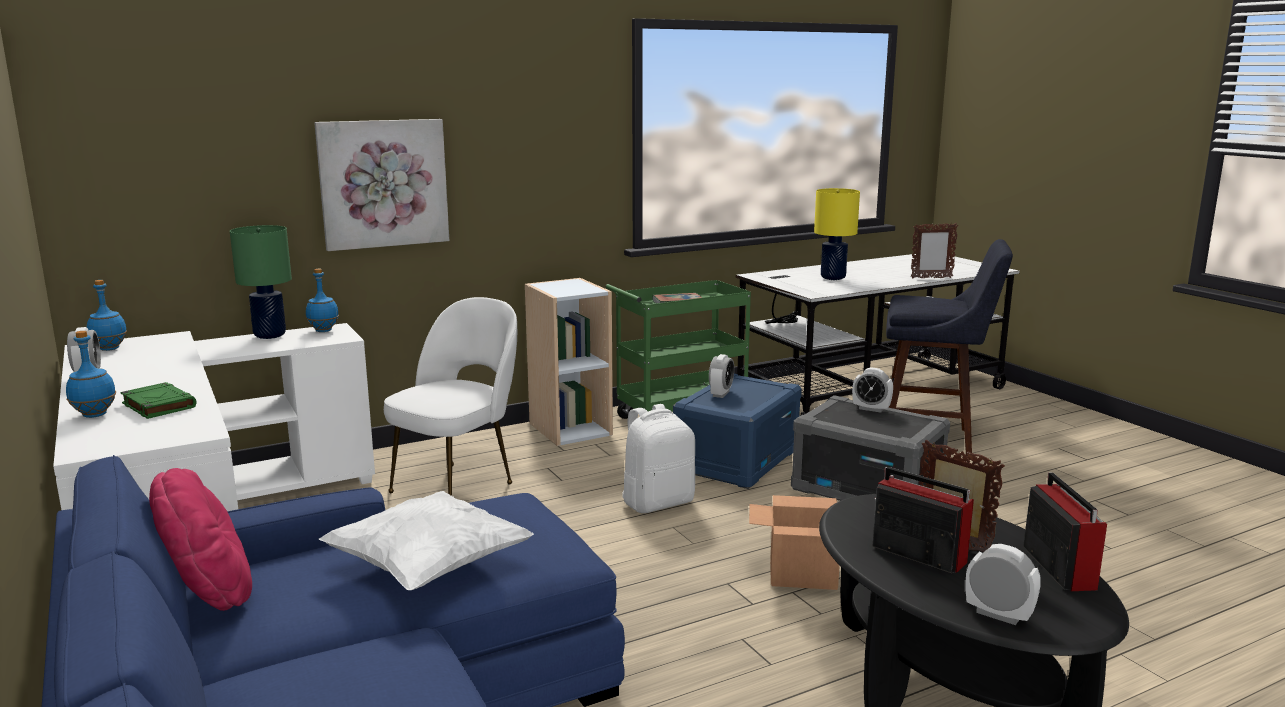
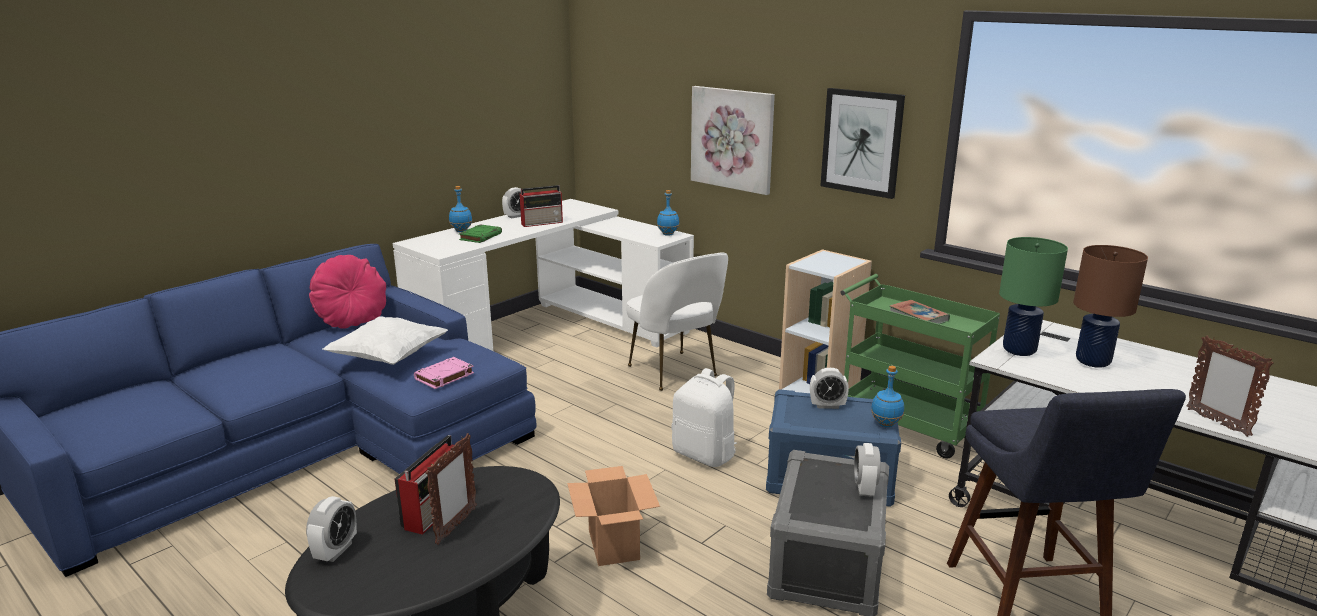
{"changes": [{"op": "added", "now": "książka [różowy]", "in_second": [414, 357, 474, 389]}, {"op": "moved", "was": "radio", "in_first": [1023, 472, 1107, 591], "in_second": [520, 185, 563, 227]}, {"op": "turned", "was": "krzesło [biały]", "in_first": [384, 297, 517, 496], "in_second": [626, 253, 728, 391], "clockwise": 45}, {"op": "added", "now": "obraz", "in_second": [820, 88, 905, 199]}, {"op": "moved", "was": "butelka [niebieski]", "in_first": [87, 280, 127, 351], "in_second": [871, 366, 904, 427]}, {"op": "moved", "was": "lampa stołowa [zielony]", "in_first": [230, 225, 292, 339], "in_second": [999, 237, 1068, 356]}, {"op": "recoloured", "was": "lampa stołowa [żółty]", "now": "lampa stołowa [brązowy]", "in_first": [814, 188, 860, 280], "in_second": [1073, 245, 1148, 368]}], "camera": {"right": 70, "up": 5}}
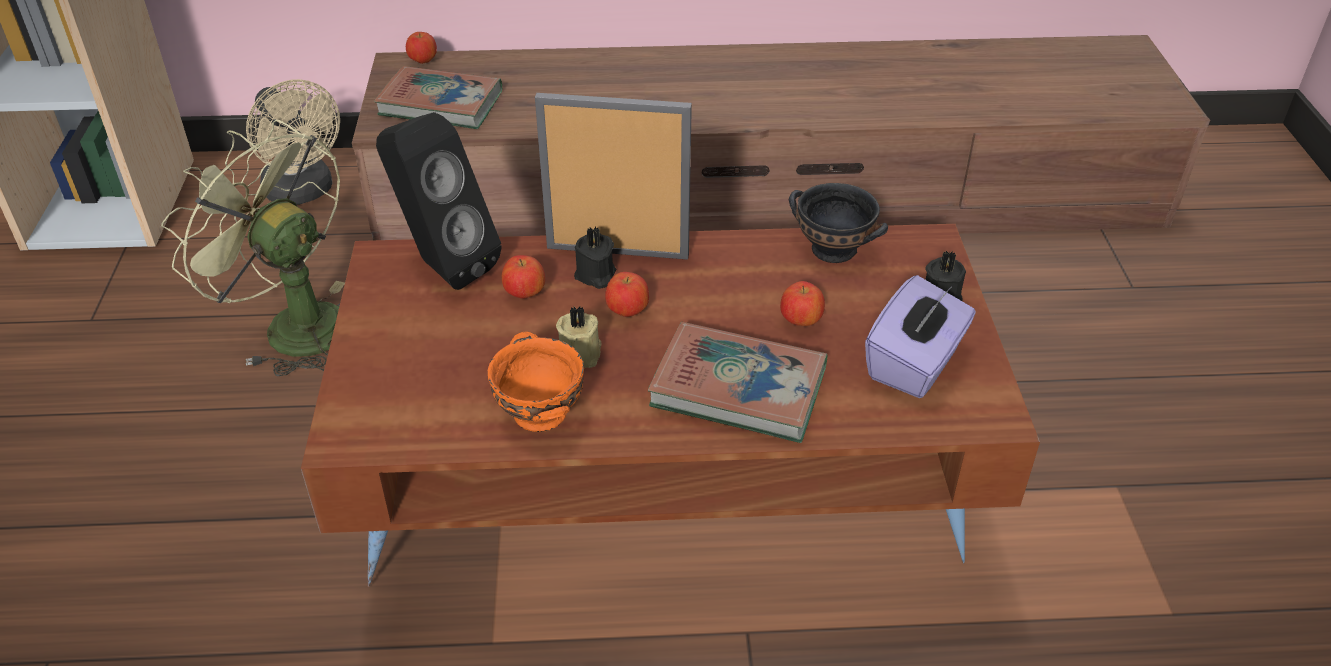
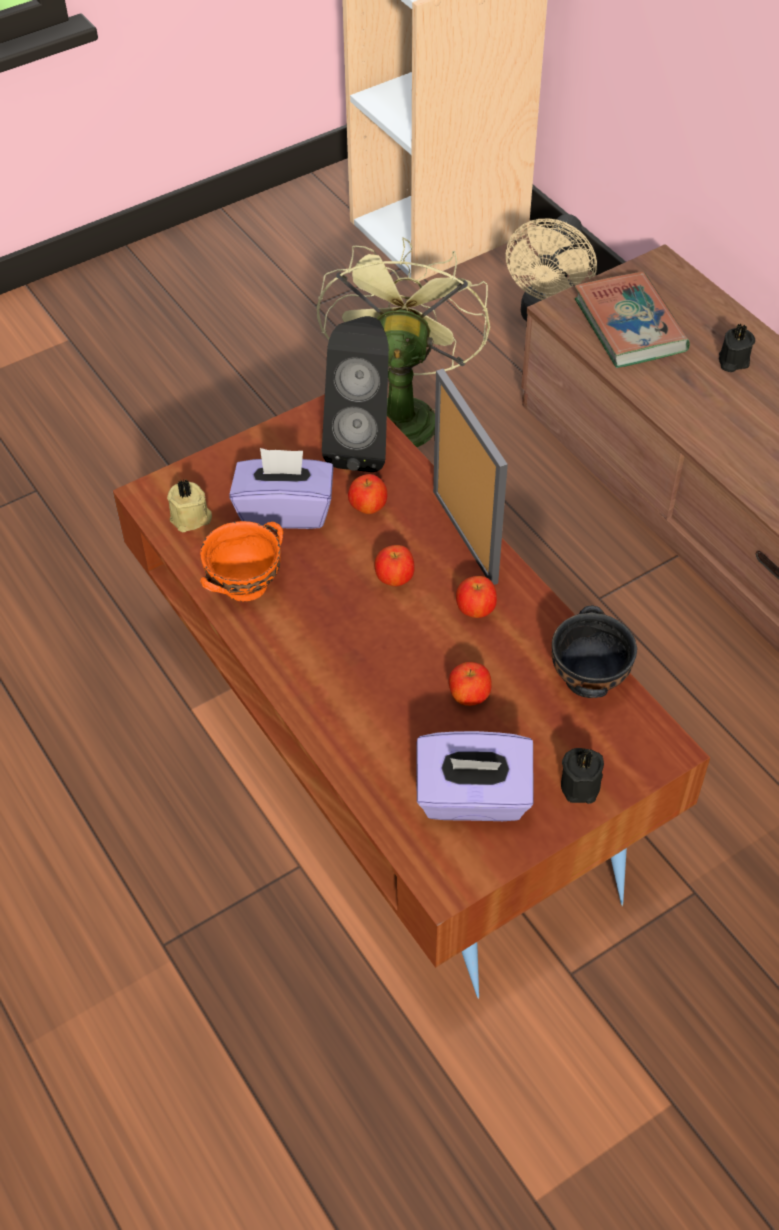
{"changes": [{"op": "moved", "was": "świeca [beżowy]", "in_first": [556, 306, 602, 368], "in_second": [167, 479, 212, 532]}, {"op": "added", "now": "pudełko chusteczek [fioletowy]", "in_second": [229, 448, 333, 529]}, {"op": "moved", "was": "jabłko", "in_first": [406, 32, 437, 64], "in_second": [456, 576, 497, 618]}, {"op": "moved", "was": "świeca [czarny]", "in_first": [574, 227, 616, 289], "in_second": [719, 323, 755, 372]}, {"op": "removed", "was": "książka", "in_first": [648, 322, 828, 443]}], "camera": {"right": 60, "up": 10}}
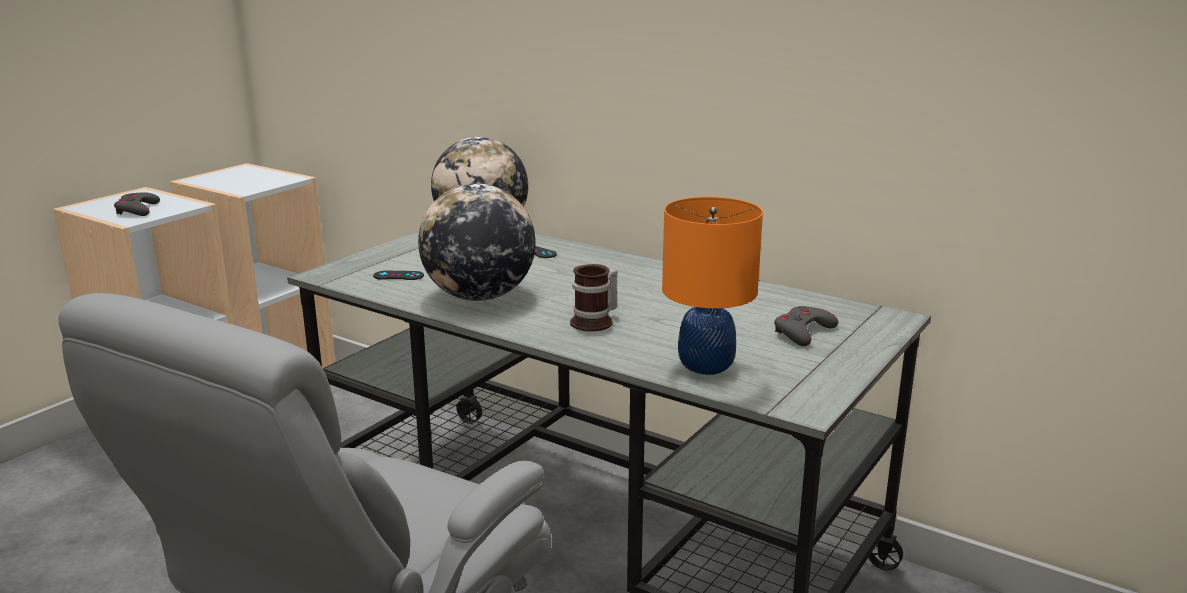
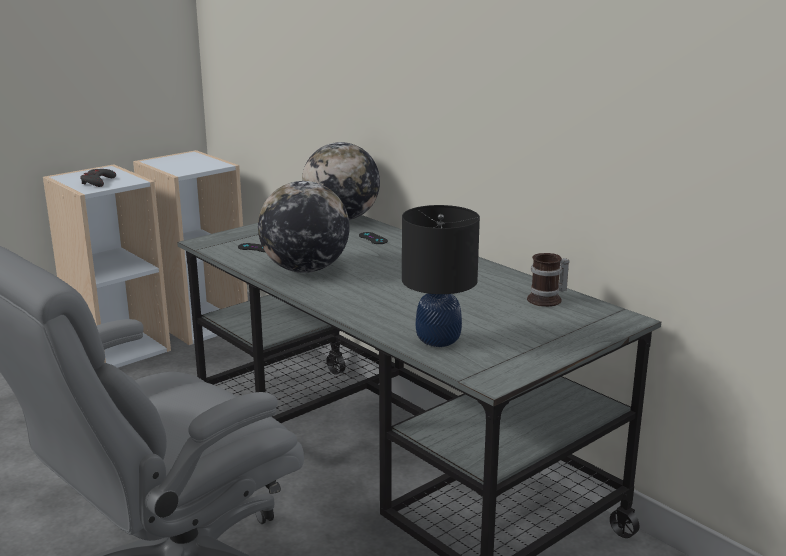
{"changes": [{"op": "recoloured", "was": "lampa stołowa [pomarańczowy]", "now": "lampa stołowa [czarny]", "in_first": [662, 197, 763, 375], "in_second": [402, 205, 480, 347]}, {"op": "moved", "was": "kubek", "in_first": [570, 264, 618, 332], "in_second": [527, 253, 570, 307]}, {"op": "removed", "was": "pad do gier [szary]", "in_first": [774, 306, 838, 346]}], "camera": {"right": 15, "up": 0}}
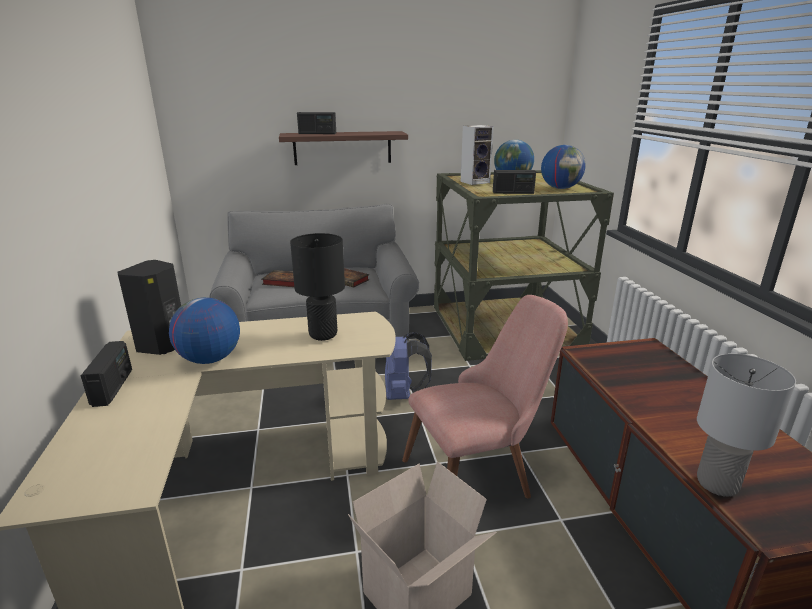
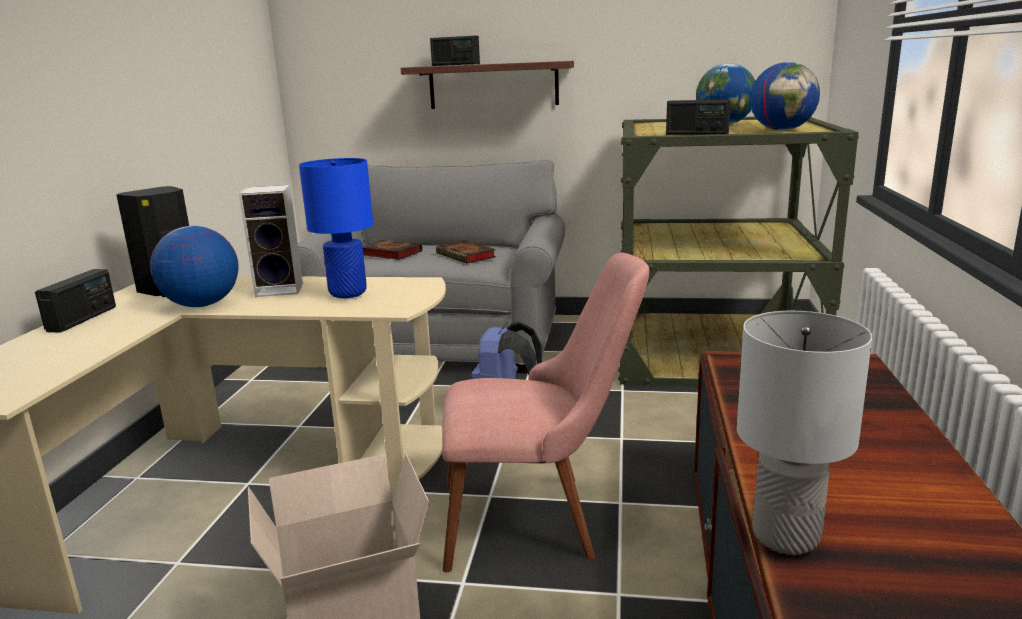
{"changes": [{"op": "moved", "was": "głośnik", "in_first": [461, 125, 494, 185], "in_second": [239, 185, 303, 297]}, {"op": "recoloured", "was": "lampa stołowa [czarny]", "now": "lampa stołowa [niebieski]", "in_first": [290, 233, 345, 341], "in_second": [299, 158, 373, 298]}], "camera": {"right": 20, "up": -5}}
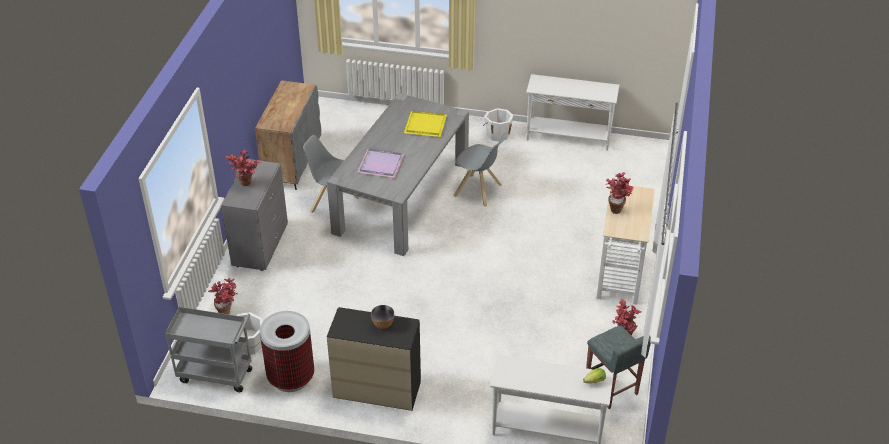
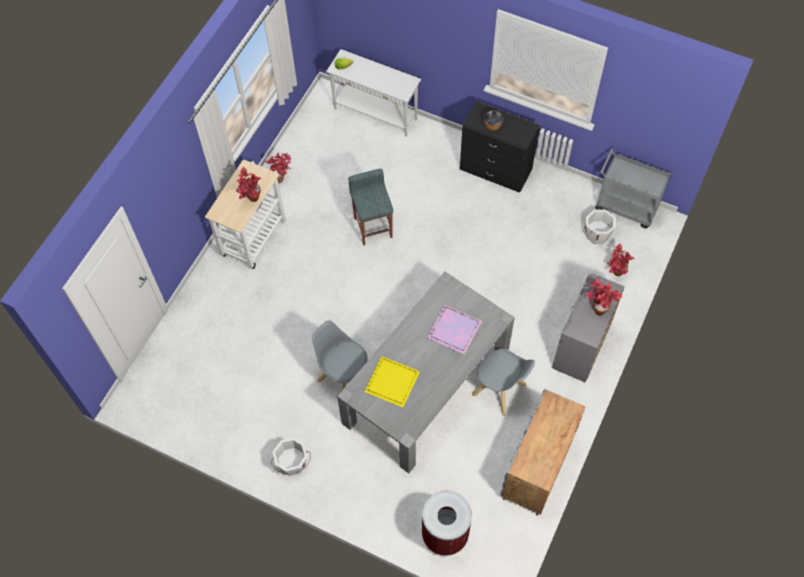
{"changes": [{"op": "moved", "was": "stołek [szary]", "in_first": [586, 326, 651, 409], "in_second": [348, 169, 393, 245]}, {"op": "moved", "was": "kosz na śmieci", "in_first": [260, 311, 314, 392], "in_second": [422, 491, 472, 556]}, {"op": "removed", "was": "stolik konsolowy [biały]", "in_first": [526, 74, 619, 151]}], "camera": {"right": -165, "up": 20}}
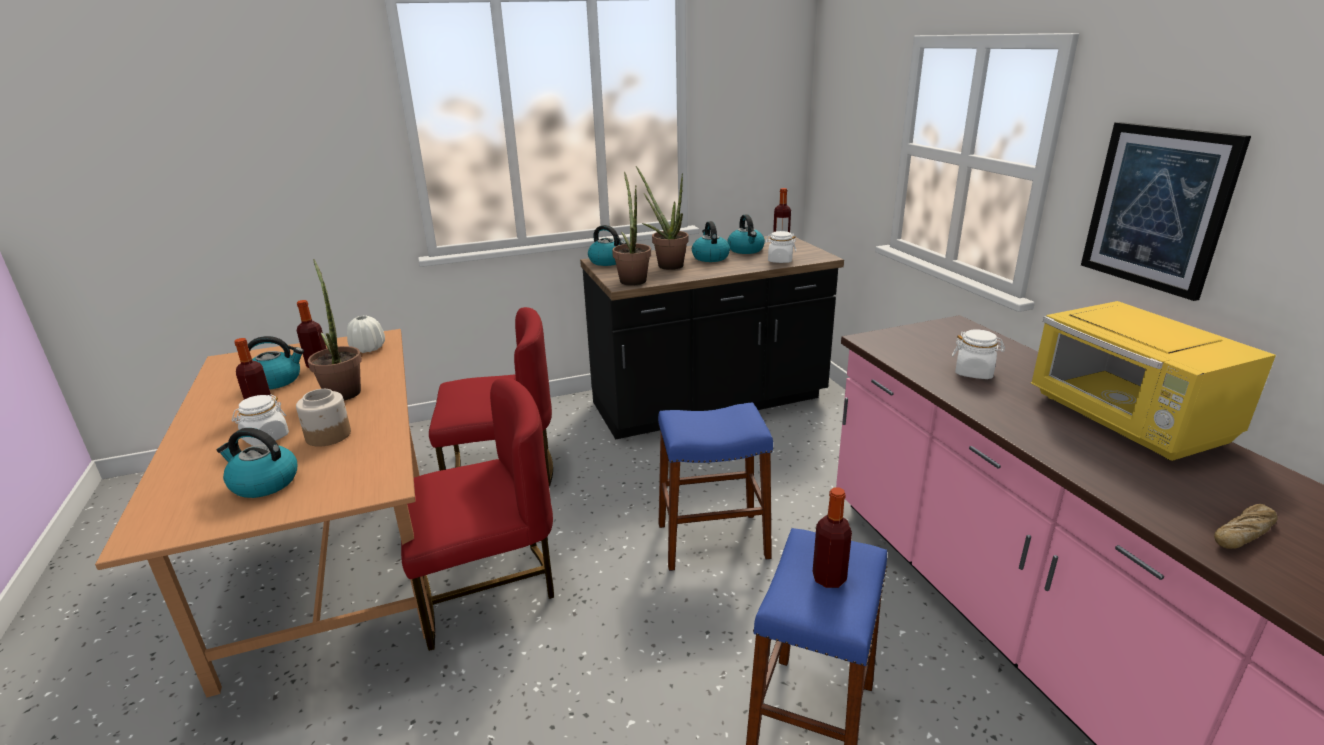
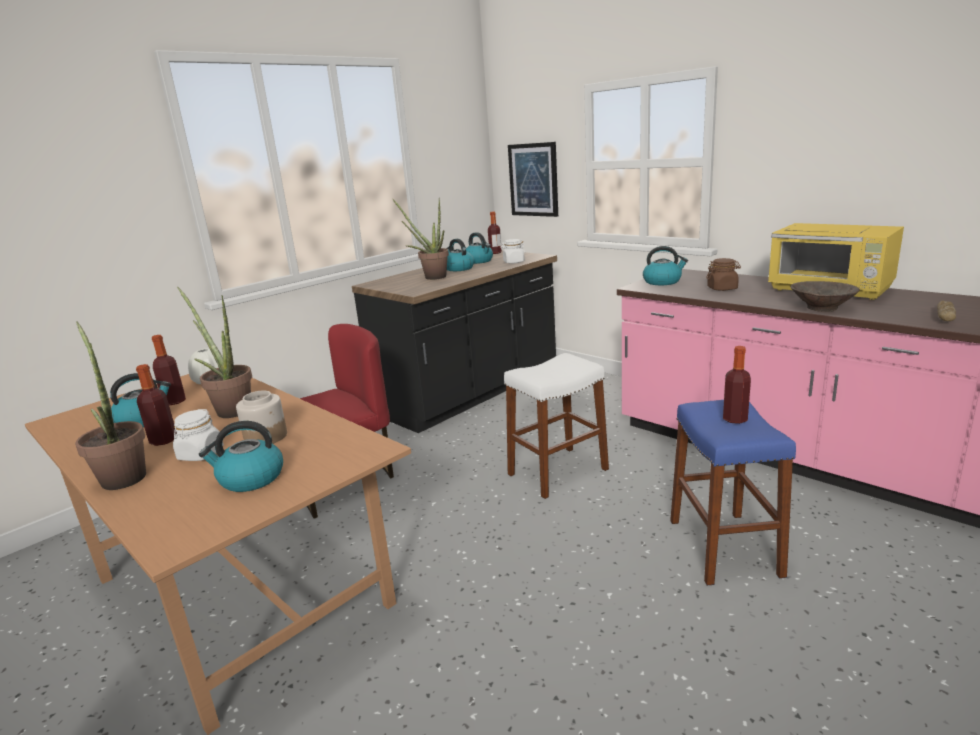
{"changes": [{"op": "moved", "was": "roślina doniczkowa", "in_first": [612, 172, 651, 286], "in_second": [75, 321, 146, 490]}, {"op": "recoloured", "was": "stołek [niebieski]", "now": "stołek [biały]", "in_first": [658, 403, 773, 571], "in_second": [504, 353, 609, 499]}, {"op": "moved", "was": "obraz", "in_first": [1081, 122, 1251, 301], "in_second": [508, 142, 558, 217]}, {"op": "moved", "was": "czajnik", "in_first": [588, 225, 626, 266], "in_second": [643, 246, 688, 285]}, {"op": "recoloured", "was": "słoik [biały]", "now": "słoik [brązowy]", "in_first": [952, 329, 1005, 379], "in_second": [706, 258, 741, 291]}, {"op": "added", "now": "miska [brązowy]", "in_second": [790, 281, 860, 312]}, {"op": "removed", "was": "krzesło [czerwony]", "in_first": [401, 378, 554, 651]}], "camera": {"right": -25, "up": -5}}
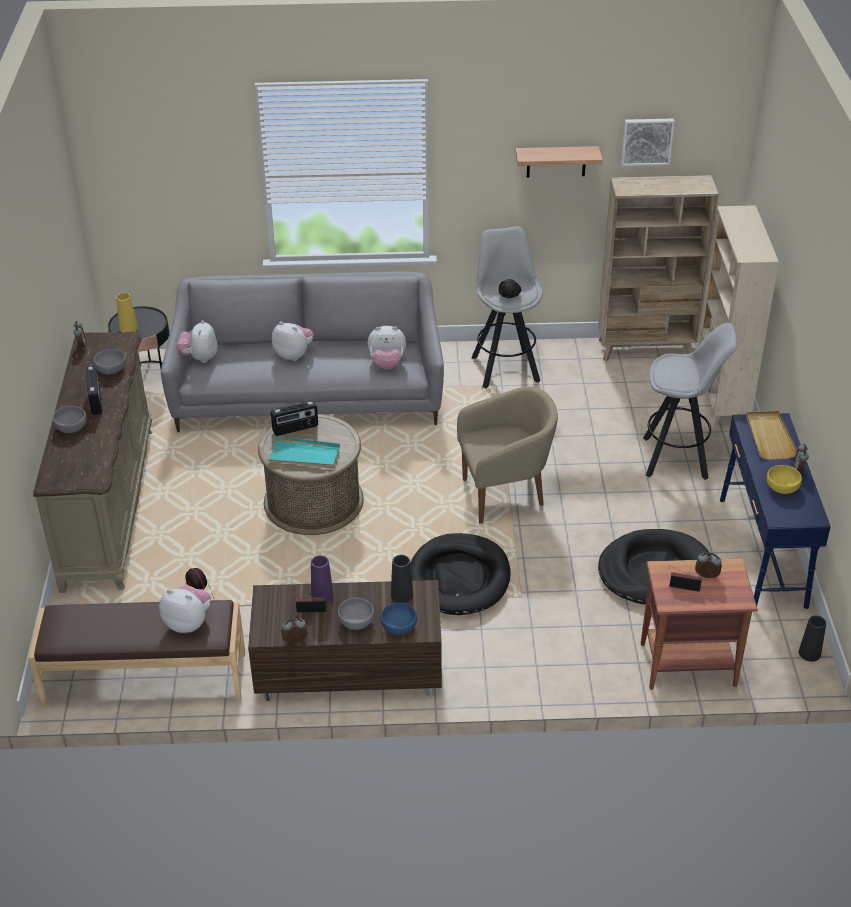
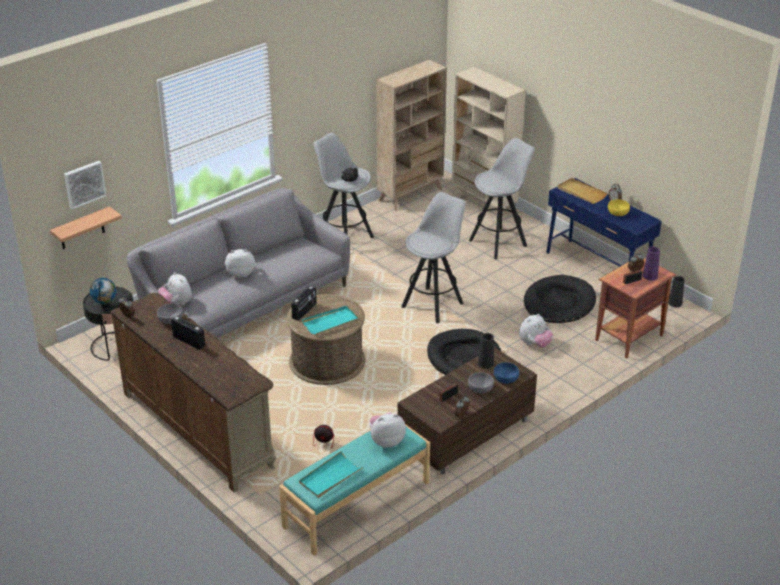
{"changes": [{"op": "moved", "was": "półka", "in_first": [515, 146, 603, 178], "in_second": [50, 206, 122, 249]}, {"op": "moved", "was": "obraz", "in_first": [621, 119, 674, 166], "in_second": [64, 161, 106, 209]}, {"op": "replaced", "was": "wazon [żółty]", "now": "globus", "in_first": [116, 293, 138, 333], "in_second": [90, 278, 116, 309]}, {"op": "recoloured", "was": "ławka [brązowy]", "now": "ławka [turkusowy]", "in_first": [28, 600, 245, 708], "in_second": [279, 424, 430, 556]}, {"op": "added", "now": "taca [turkusowy]", "in_second": [299, 451, 363, 498]}, {"op": "replaced", "was": "fotel [beżowy]", "now": "stołek [szary]", "in_first": [457, 386, 558, 524], "in_second": [401, 192, 466, 323]}, {"op": "moved", "was": "pluszak", "in_first": [367, 326, 406, 369], "in_second": [519, 314, 553, 348]}, {"op": "moved", "was": "wazon [fioletowy]", "in_first": [311, 555, 334, 603], "in_second": [643, 247, 660, 281]}, {"op": "removed", "was": "miska [szary]", "in_first": [52, 406, 87, 433]}], "camera": {"right": -40, "up": -5}}
